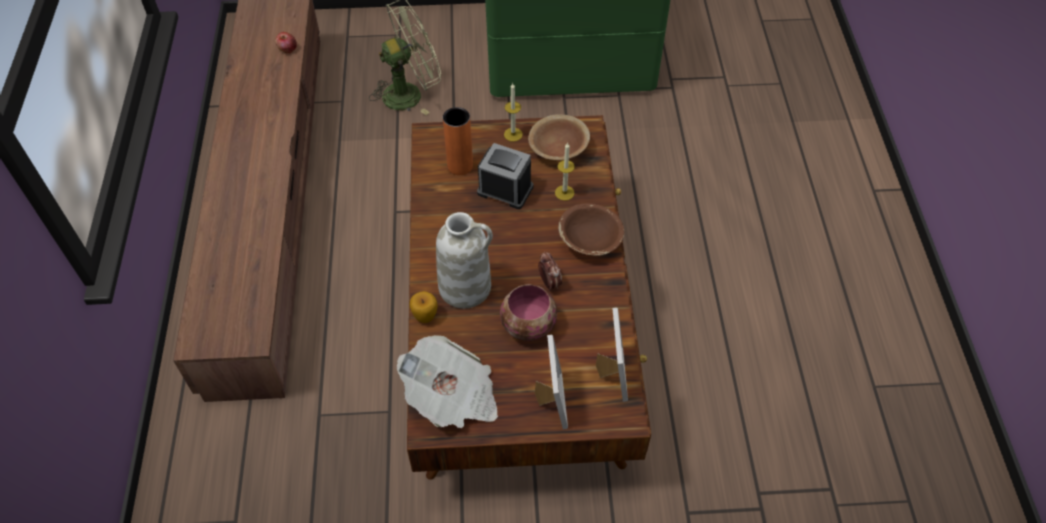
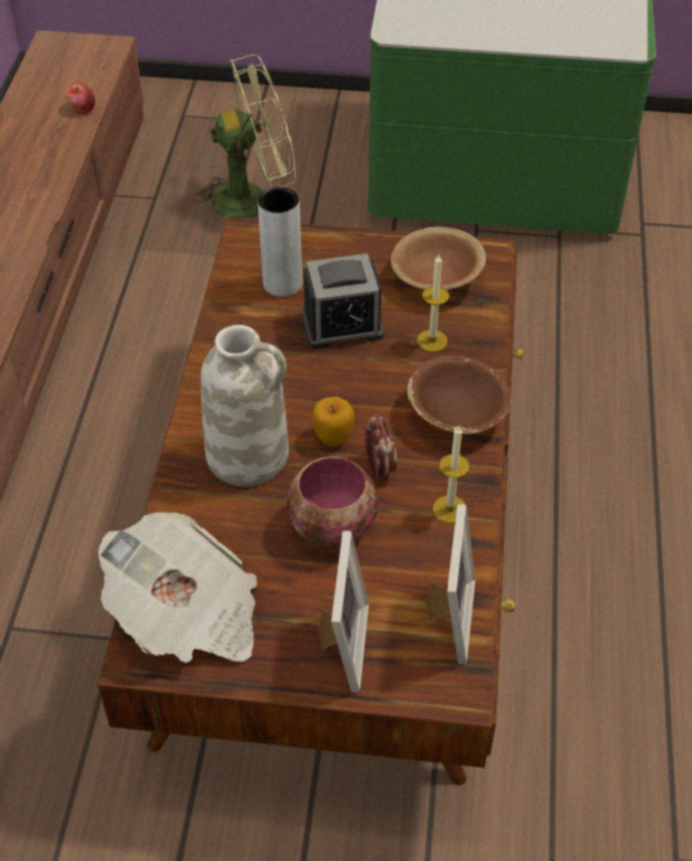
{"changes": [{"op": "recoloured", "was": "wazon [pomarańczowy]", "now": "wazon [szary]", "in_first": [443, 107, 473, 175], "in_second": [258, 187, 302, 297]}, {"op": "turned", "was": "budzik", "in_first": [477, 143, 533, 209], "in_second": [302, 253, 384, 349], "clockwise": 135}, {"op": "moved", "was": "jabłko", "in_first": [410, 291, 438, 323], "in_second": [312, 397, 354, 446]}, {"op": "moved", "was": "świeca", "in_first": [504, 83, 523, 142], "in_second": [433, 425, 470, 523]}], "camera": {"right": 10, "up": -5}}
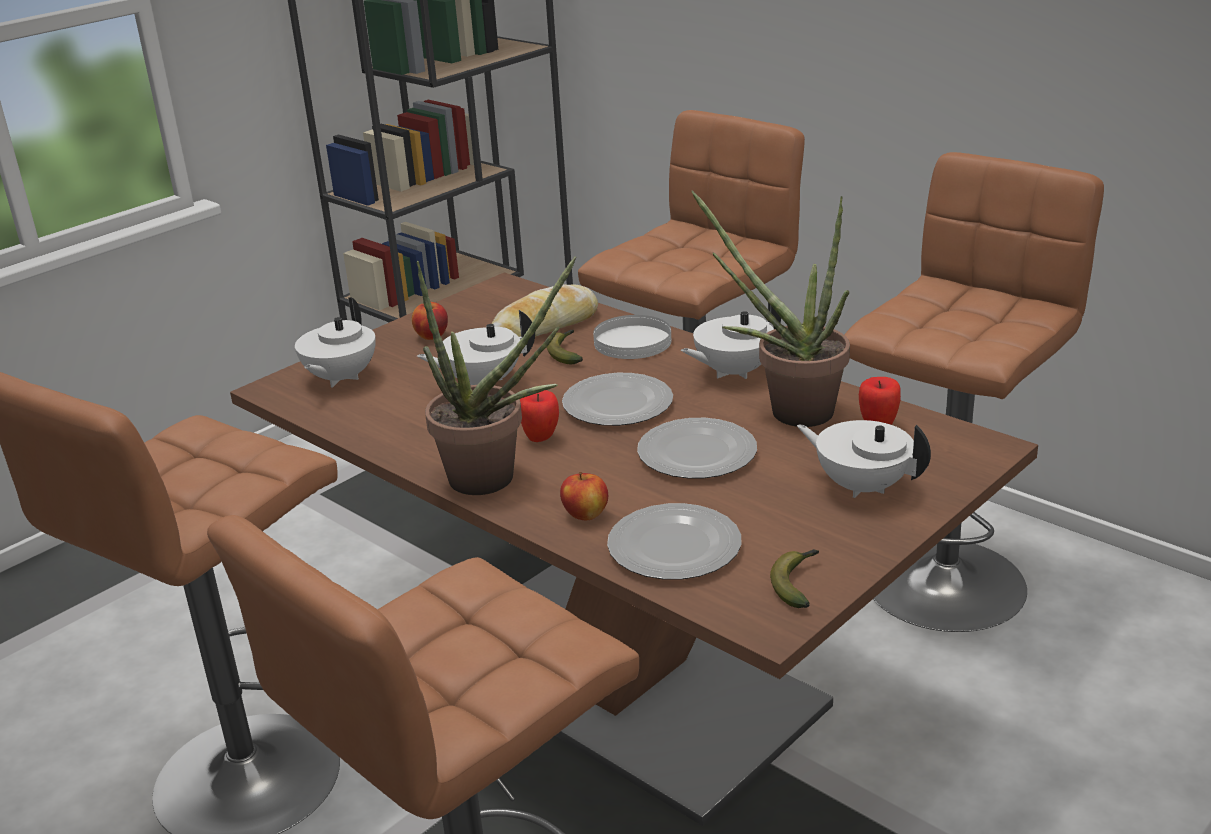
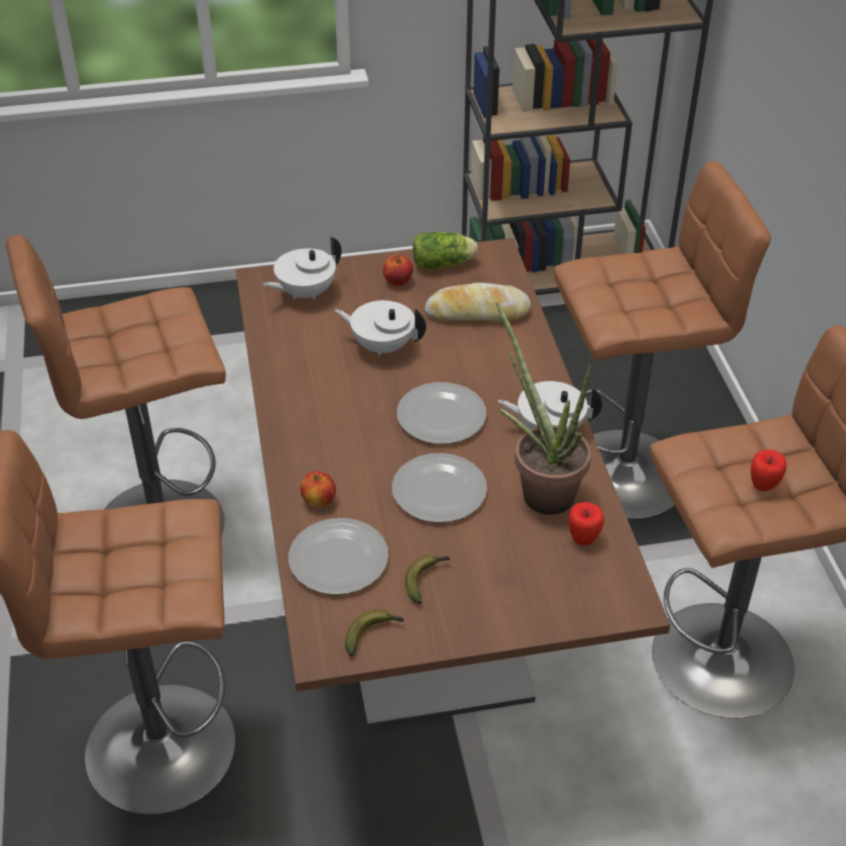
{"changes": [{"op": "moved", "was": "banan", "in_first": [547, 330, 583, 364], "in_second": [405, 555, 450, 604]}, {"op": "added", "now": "sałata", "in_second": [413, 232, 478, 269]}, {"op": "moved", "was": "jabłko", "in_first": [520, 390, 559, 442], "in_second": [751, 450, 787, 491]}, {"op": "removed", "was": "roślina doniczkowa", "in_first": [416, 256, 576, 495]}, {"op": "removed", "was": "talerz [biały]", "in_first": [593, 315, 671, 359]}, {"op": "removed", "was": "imbryk [biały]", "in_first": [797, 420, 931, 498]}], "camera": {"right": 35, "up": 15}}
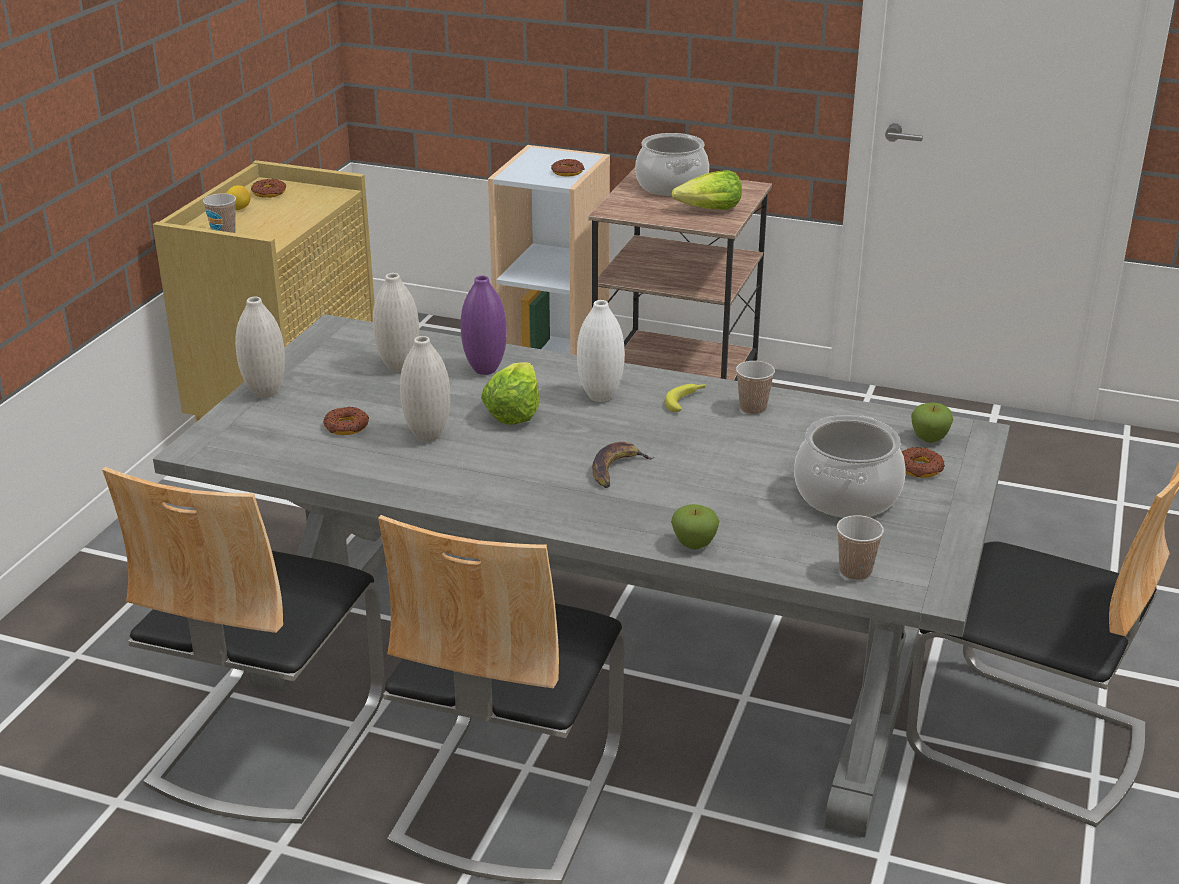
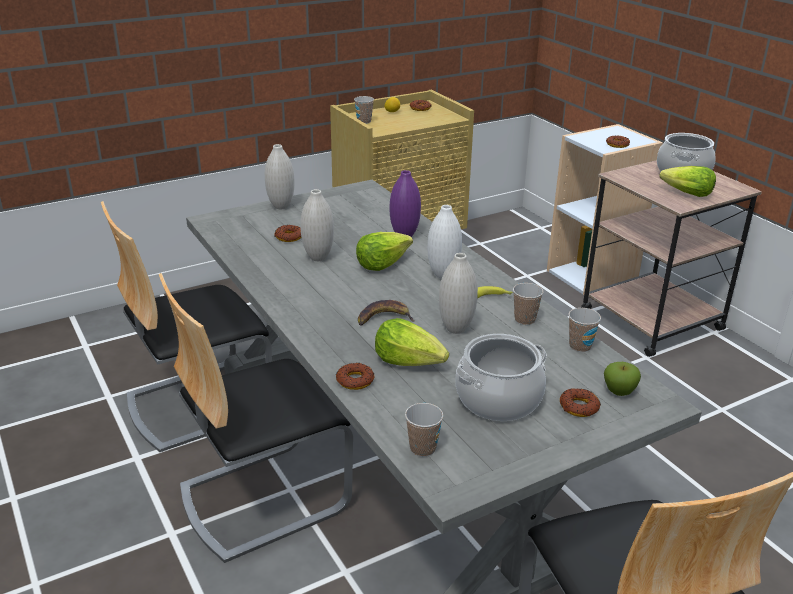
{"changes": [{"op": "replaced", "was": "jabłko", "now": "donut", "in_first": [671, 504, 719, 550], "in_second": [336, 363, 375, 390]}, {"op": "added", "now": "sałata", "in_second": [375, 318, 449, 366]}, {"op": "moved", "was": "wazon [biały]", "in_first": [373, 273, 419, 372], "in_second": [439, 253, 478, 334]}, {"op": "added", "now": "filiżanka", "in_second": [569, 308, 601, 352]}], "camera": {"right": 40, "up": 0}}
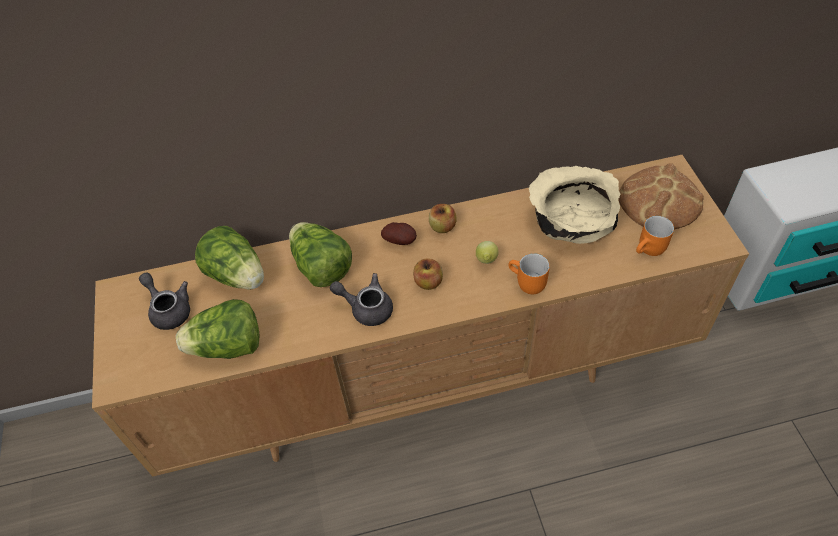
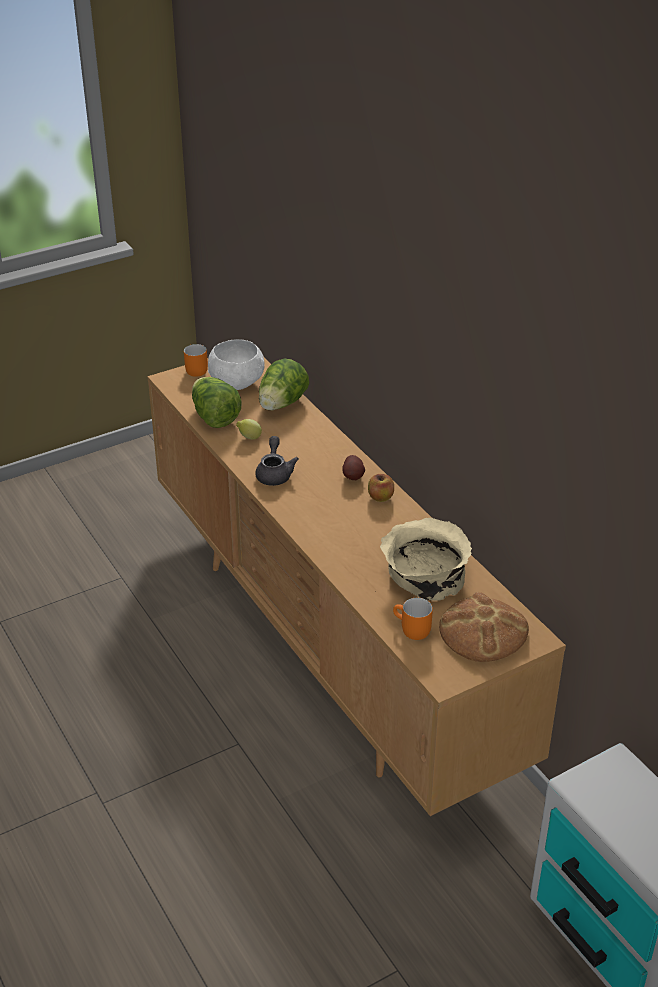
{"changes": [{"op": "moved", "was": "kubek [pomarańczowy]", "in_first": [508, 253, 550, 294], "in_second": [184, 344, 208, 377]}, {"op": "replaced", "was": "imbryk [szary]", "now": "miska [biały]", "in_first": [139, 272, 190, 330], "in_second": [208, 339, 265, 390]}, {"op": "moved", "was": "cytryna", "in_first": [476, 241, 499, 264], "in_second": [236, 419, 262, 440]}, {"op": "removed", "was": "sałata", "in_first": [289, 222, 352, 287]}, {"op": "removed", "was": "jabłko", "in_first": [413, 258, 443, 290]}], "camera": {"right": 70, "up": -15}}
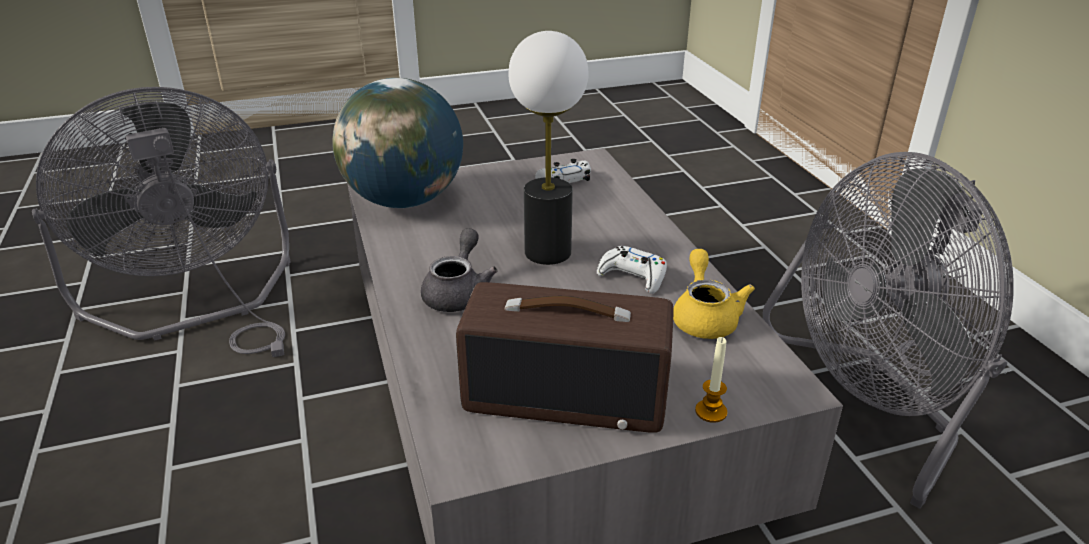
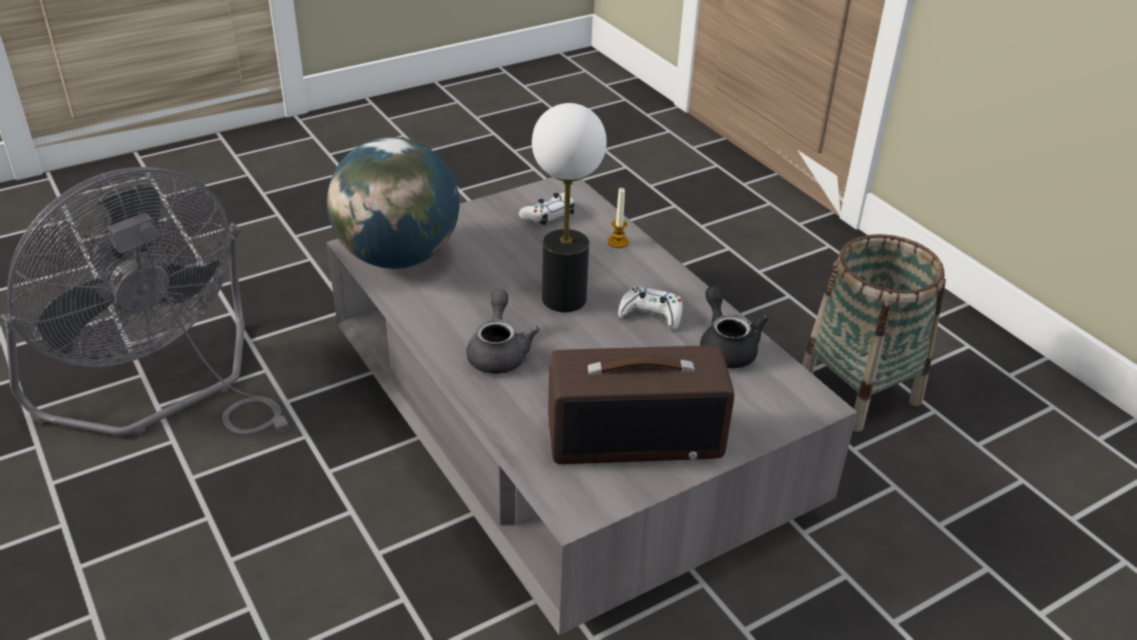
{"changes": [{"op": "moved", "was": "świeca", "in_first": [695, 337, 727, 423], "in_second": [608, 188, 629, 248]}, {"op": "recoloured", "was": "imbryk [żółty]", "now": "imbryk [czarny]", "in_first": [673, 249, 755, 339], "in_second": [700, 286, 769, 368]}, {"op": "replaced", "was": "wentylator [szary]", "now": "koszyk", "in_first": [763, 152, 1014, 509], "in_second": [802, 234, 946, 432]}], "camera": {"right": -15, "up": 5}}
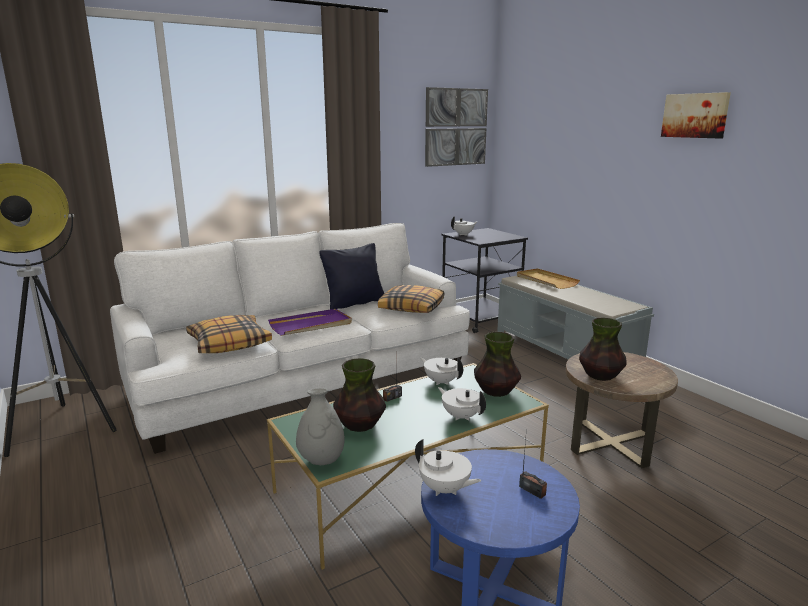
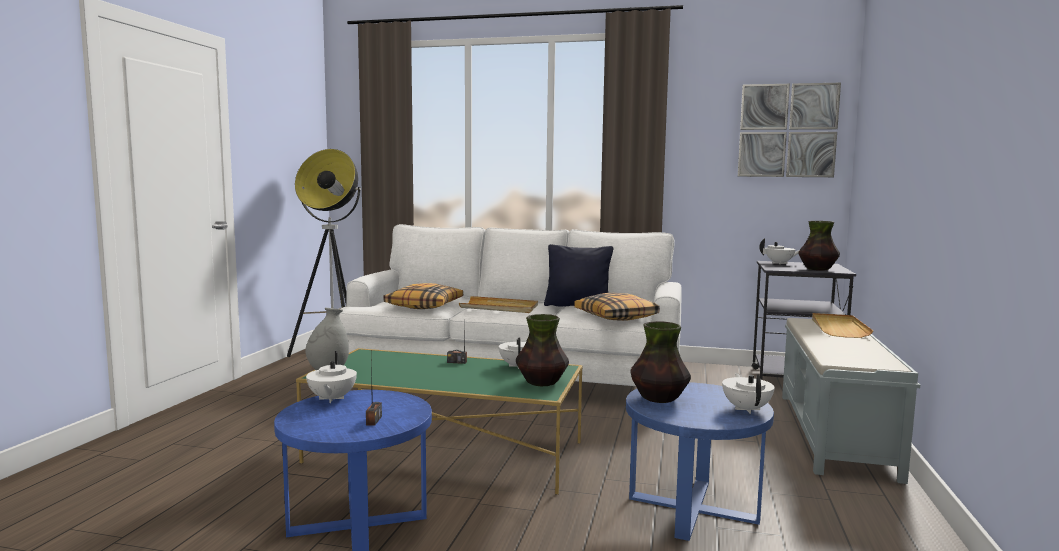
{"changes": [{"op": "recoloured", "was": "taca [fioletowy]", "now": "taca [beżowy]", "in_first": [268, 309, 352, 336], "in_second": [459, 296, 538, 313]}, {"op": "recoloured", "was": "stolik [brązowy]", "now": "stolik [niebieski]", "in_first": [566, 352, 678, 468], "in_second": [626, 382, 774, 541]}, {"op": "moved", "was": "imbryk [biały]", "in_first": [438, 387, 486, 420], "in_second": [722, 373, 775, 414]}, {"op": "moved", "was": "wazon", "in_first": [333, 358, 386, 432], "in_second": [799, 221, 840, 271]}, {"op": "removed", "was": "obraz", "in_first": [661, 92, 731, 139]}], "camera": {"right": 45, "up": -10}}
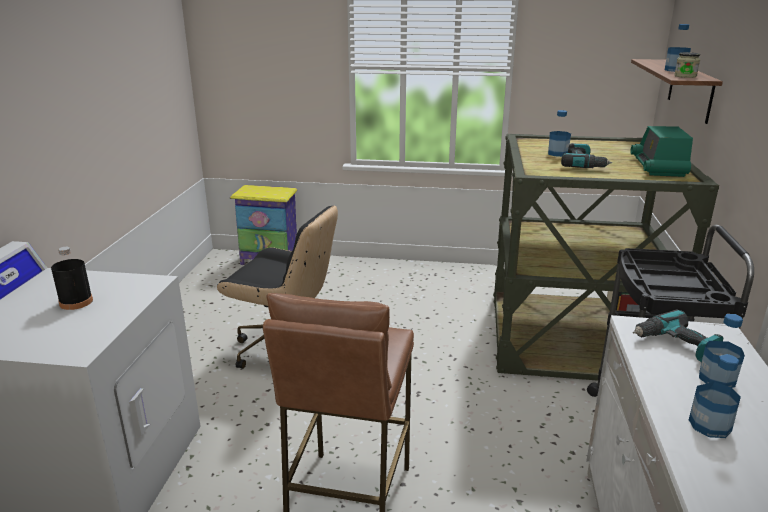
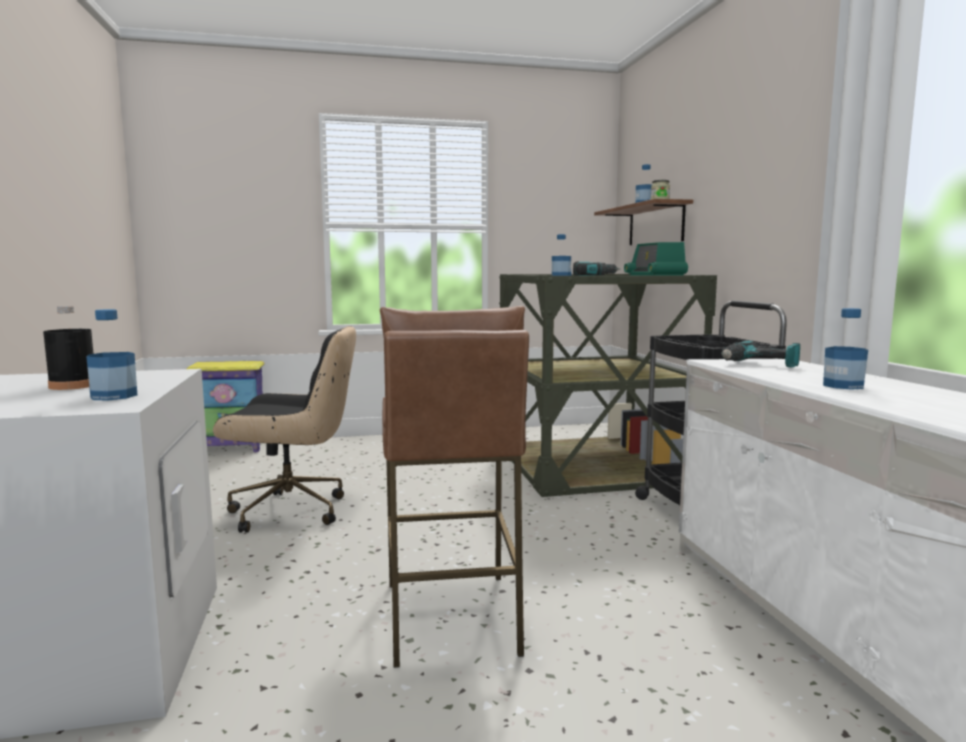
{"changes": [{"op": "moved", "was": "butelka", "in_first": [699, 314, 745, 388], "in_second": [86, 309, 137, 401]}], "camera": {"right": -20, "up": -15}}
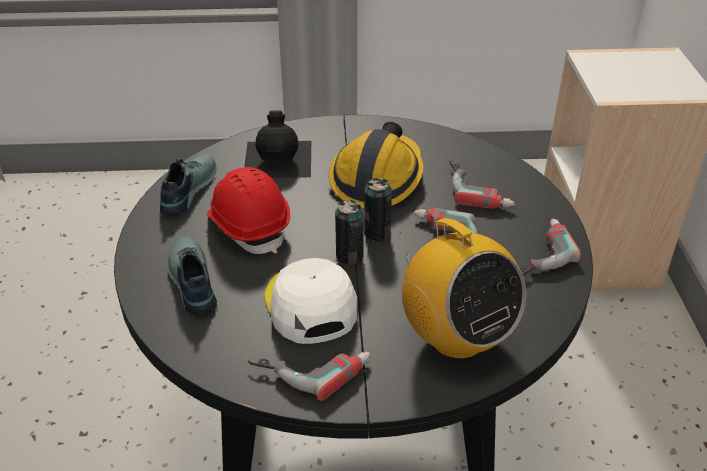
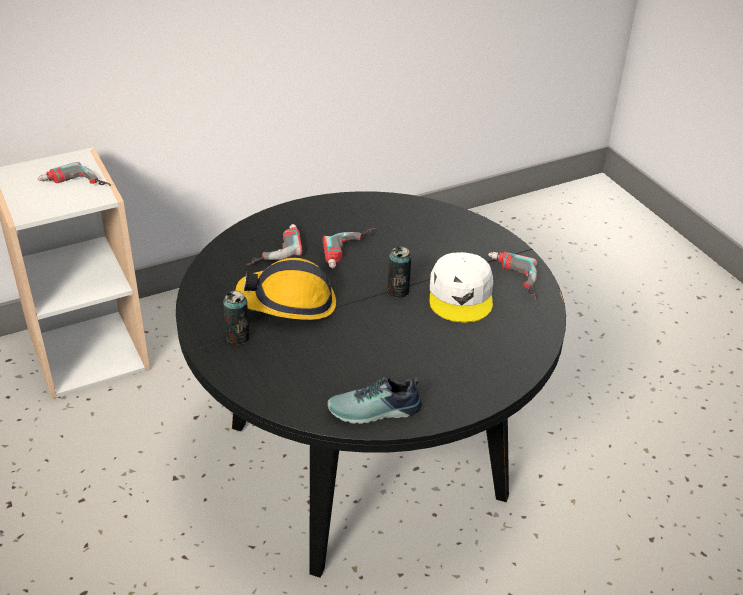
{"changes": [{"op": "moved", "was": "wiertarka", "in_first": [520, 219, 581, 276], "in_second": [38, 162, 111, 186]}, {"op": "moved", "was": "puszka", "in_first": [364, 178, 392, 241], "in_second": [223, 291, 250, 345]}, {"op": "turned", "was": "czapka z daszkiem [biały]", "in_first": [265, 258, 357, 344], "in_second": [429, 252, 493, 323], "clockwise": -45}, {"op": "removed", "was": "but", "in_first": [167, 237, 217, 314]}, {"op": "removed", "was": "kask [czerwony]", "in_first": [207, 167, 290, 254]}, {"op": "removed", "was": "butelka [czarny]", "in_first": [244, 110, 311, 178]}, {"op": "removed", "was": "radio", "in_first": [399, 218, 526, 360]}], "camera": {"right": -115, "up": 0}}
